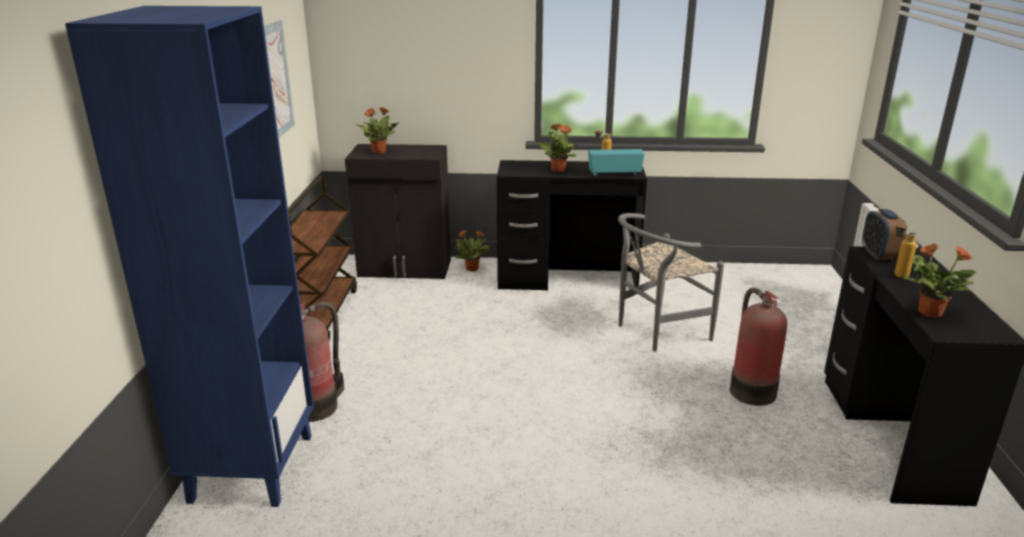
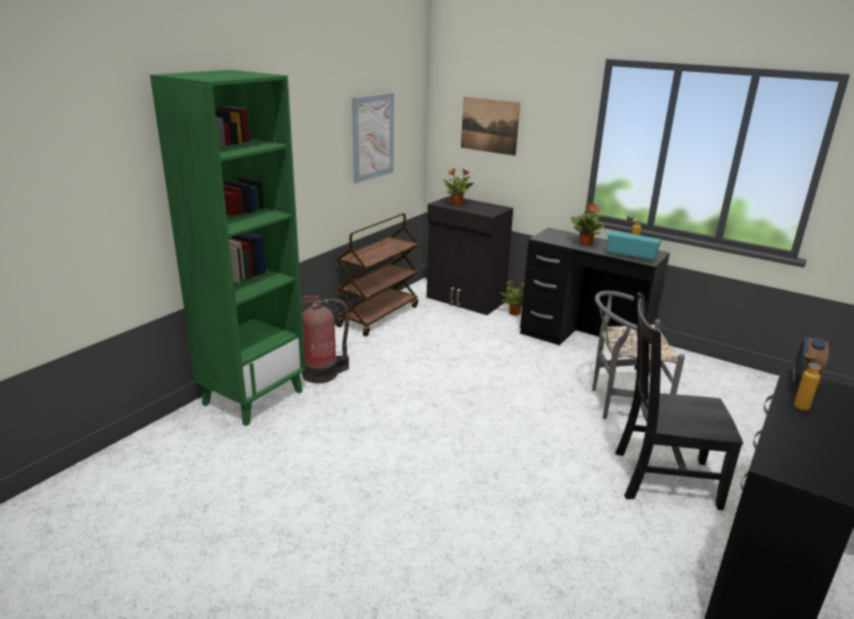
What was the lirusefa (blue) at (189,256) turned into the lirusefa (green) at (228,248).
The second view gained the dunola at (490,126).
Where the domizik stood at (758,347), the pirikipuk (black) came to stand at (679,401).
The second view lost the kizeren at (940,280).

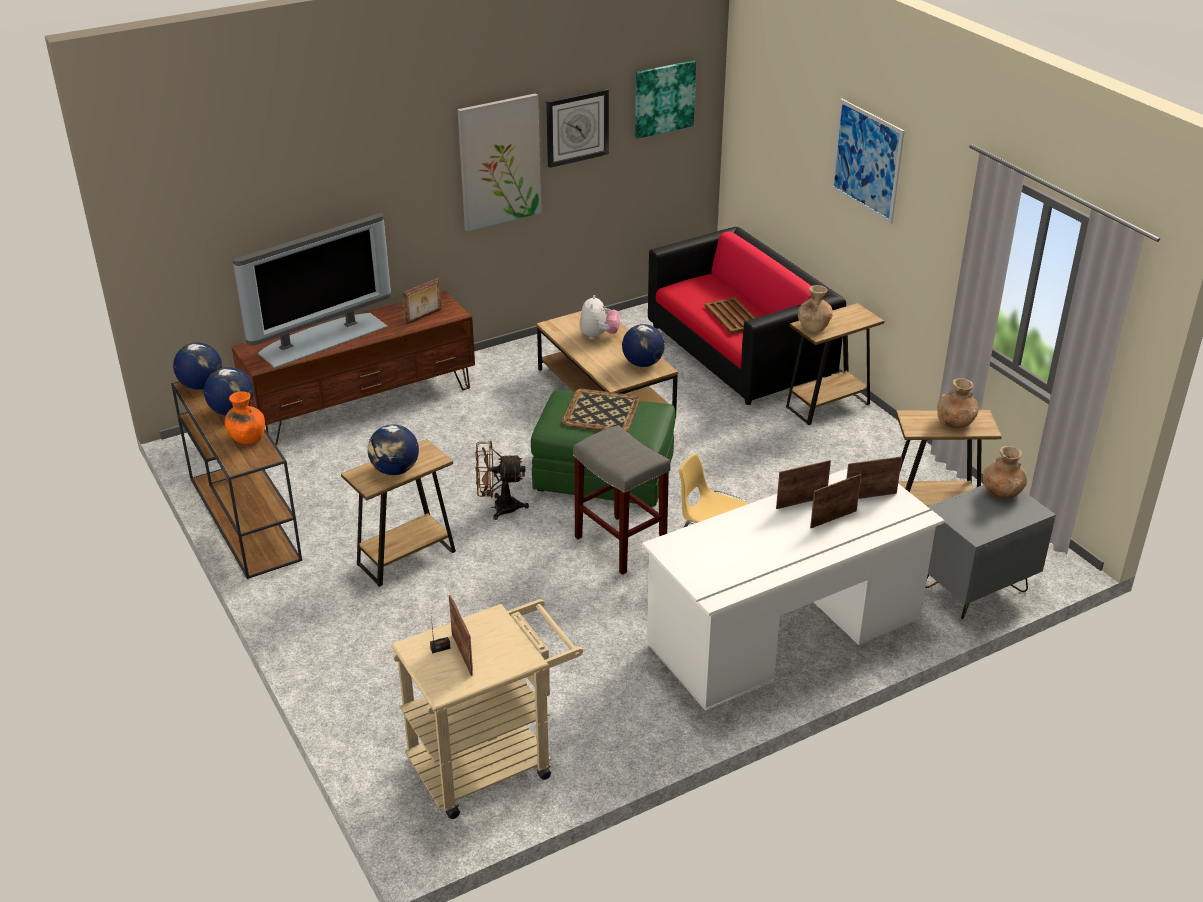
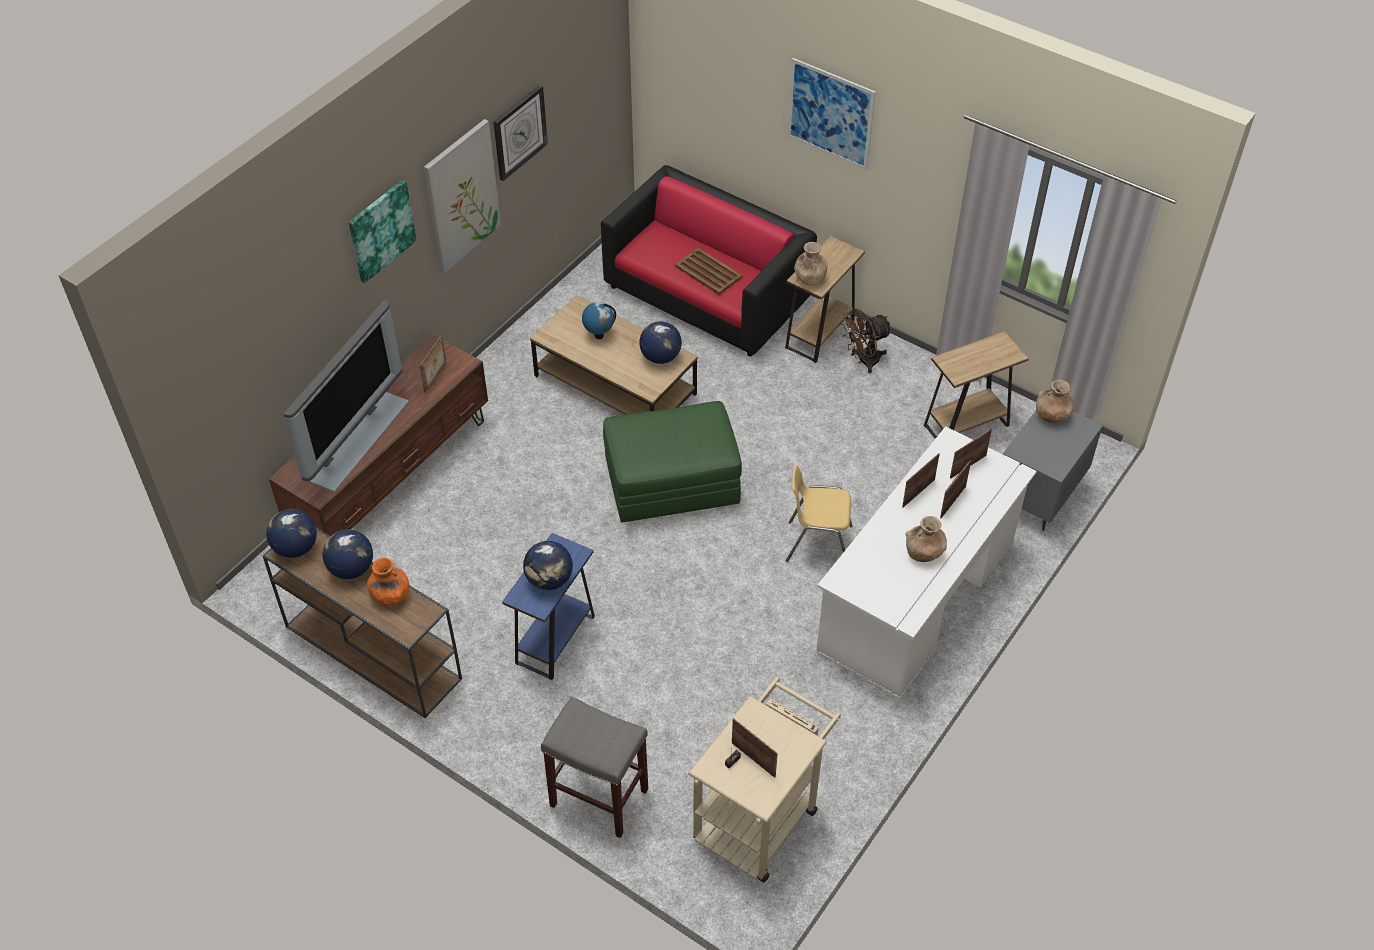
The dunola ended up elsewhere, having gone from (665,99) to (383,231).
What was the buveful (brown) at (398,513) turned into the buveful (blue) at (548,606).
The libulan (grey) ended up elsewhere, having gone from (622,500) to (594,767).
Where the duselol stood at (599,317), the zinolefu came to stand at (599,320).
The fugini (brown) ended up elsewhere, having gone from (502,480) to (866,341).
The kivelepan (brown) ended up elsewhere, having gone from (958,403) to (926,539).
The second view lost the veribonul at (600,410).

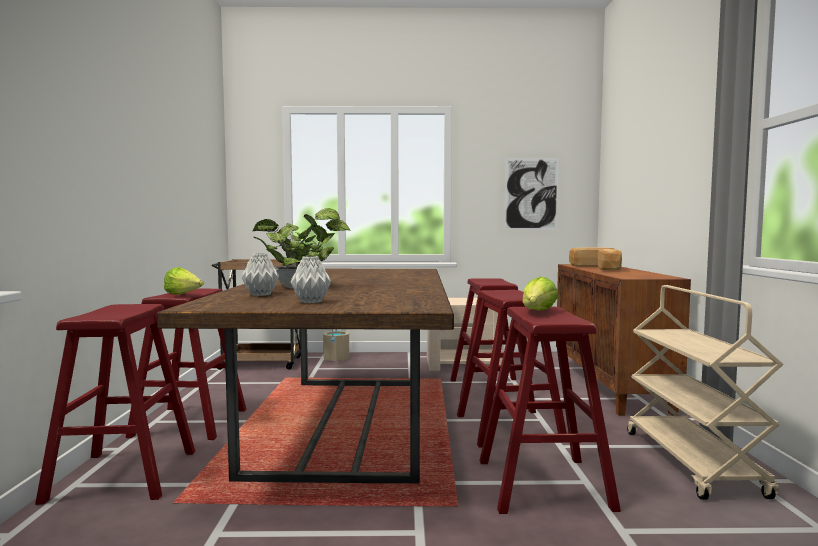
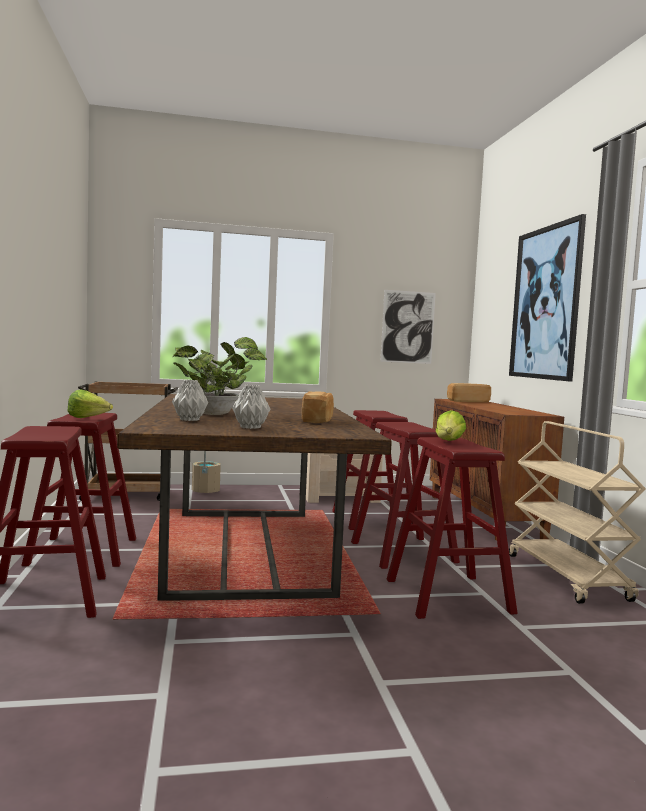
The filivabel ended up elsewhere, having gone from (610,260) to (318,407).
The second view gained the dunola at (547,298).

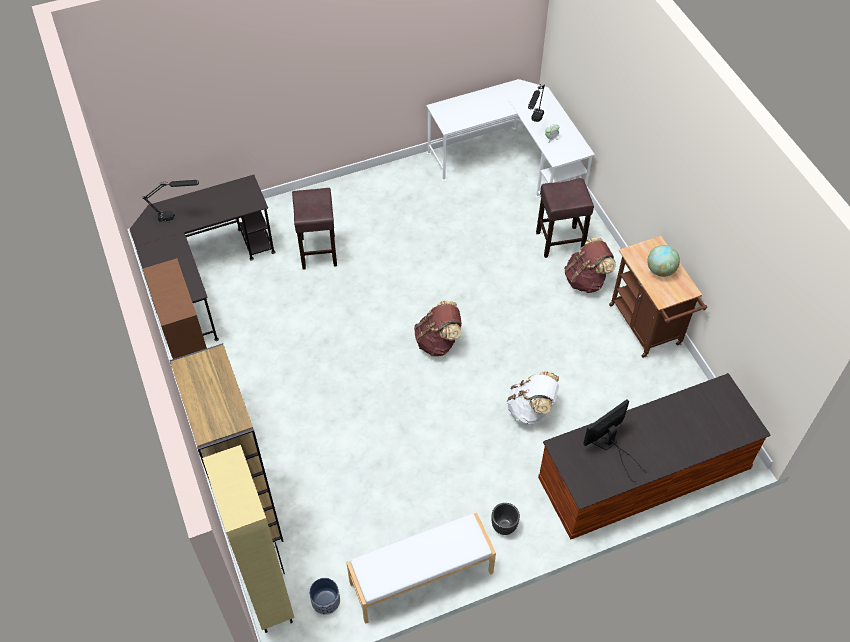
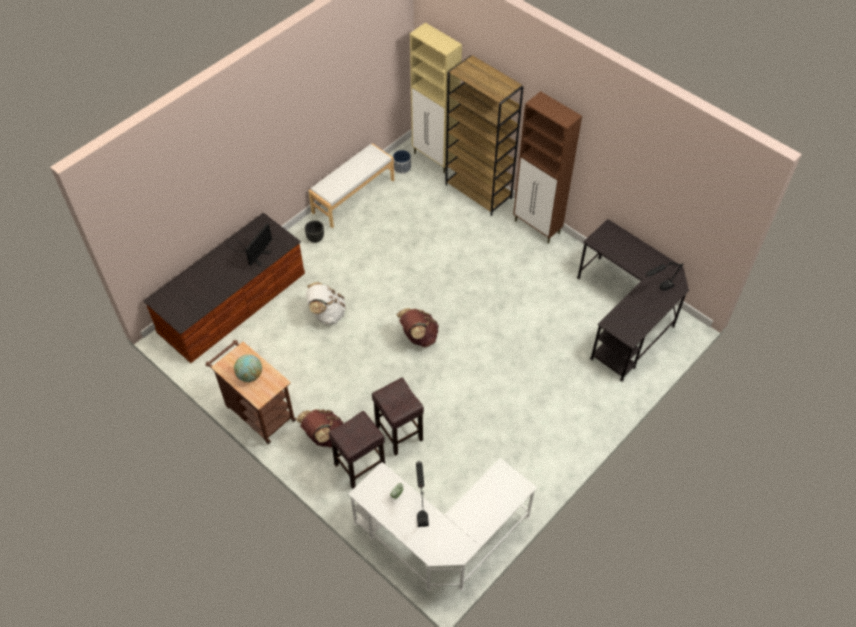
The libulan (brown) ended up elsewhere, having gone from (314,229) to (398,417).

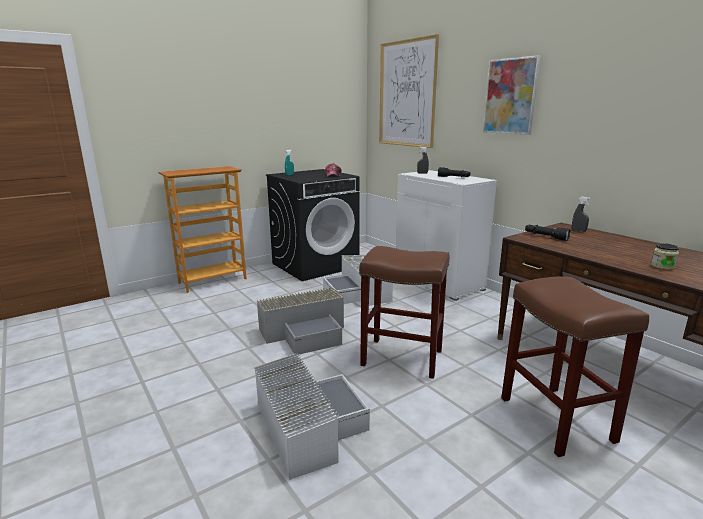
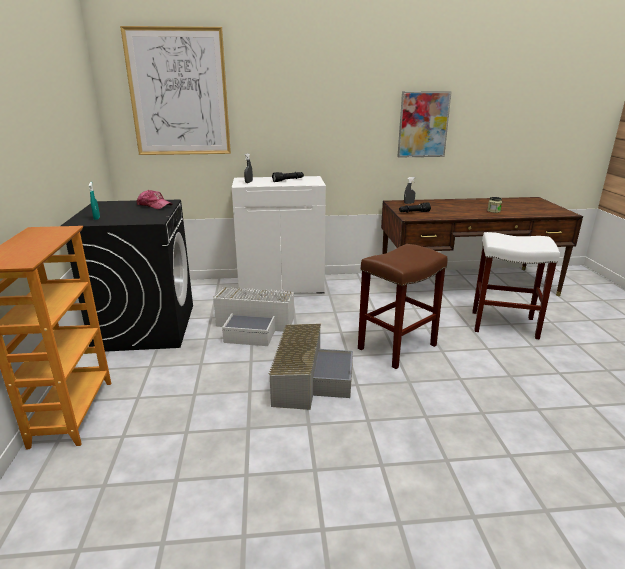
The dunola ended up elsewhere, having gone from (511,95) to (424,124).
What was the libulan (brown) at (575,366) turned into the libulan (white) at (516,285).
The second view lost the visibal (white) at (312,416).

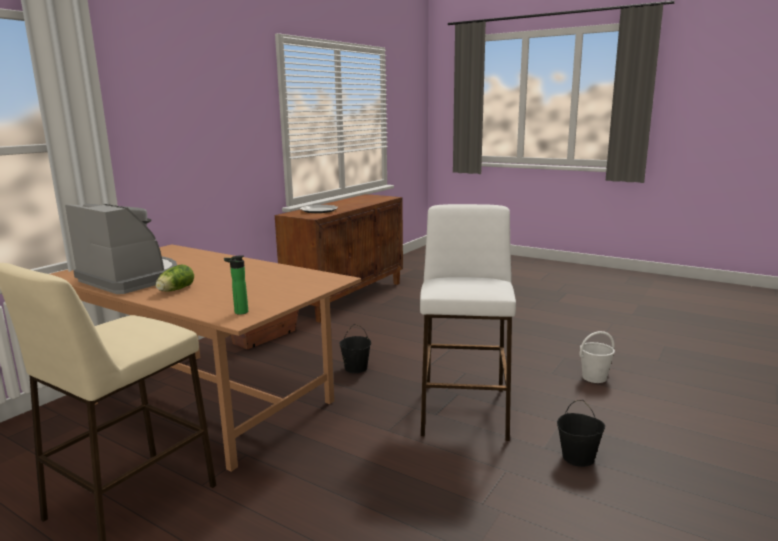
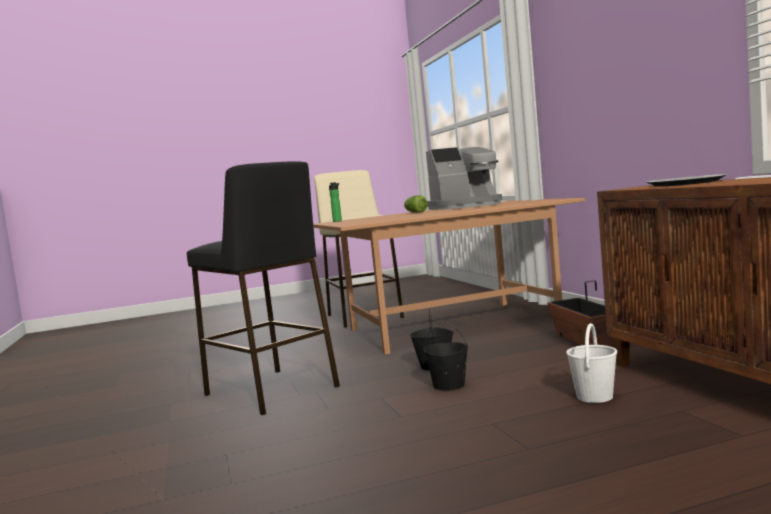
What was the libulan (white) at (468,322) turned into the libulan (black) at (263,288).
The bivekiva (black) ended up elsewhere, having gone from (581,433) to (445,356).
The bivekiva (white) ended up elsewhere, having gone from (597,357) to (591,363).

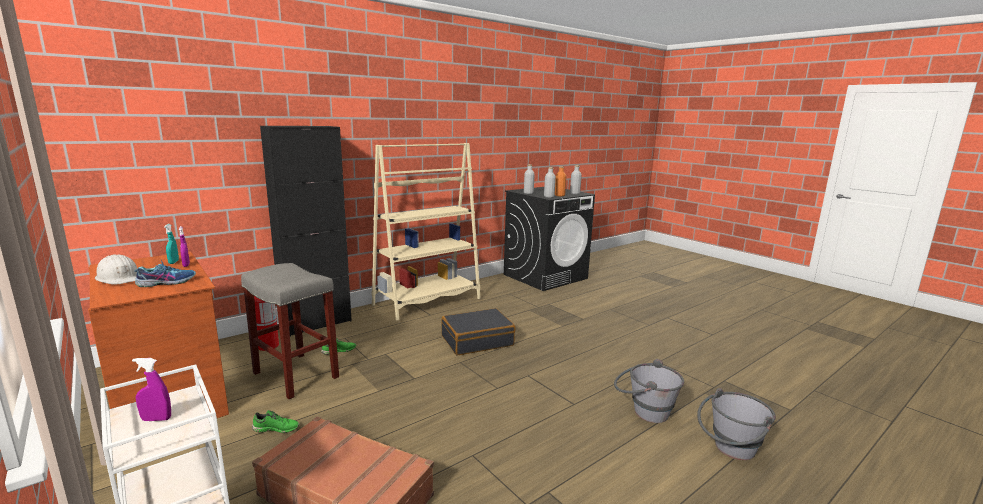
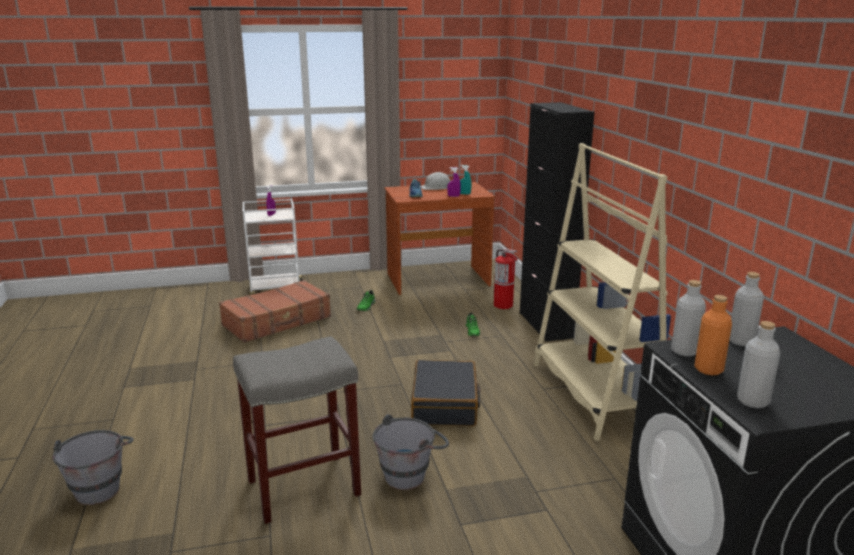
The libulan (grey) ended up elsewhere, having gone from (290,331) to (297,430).
The bivekiva (grey) ended up elsewhere, having gone from (649,391) to (410,452).

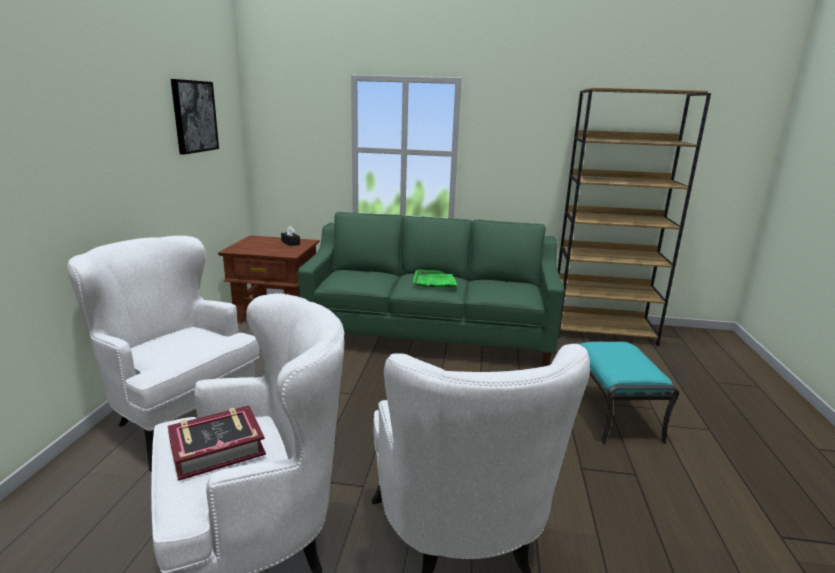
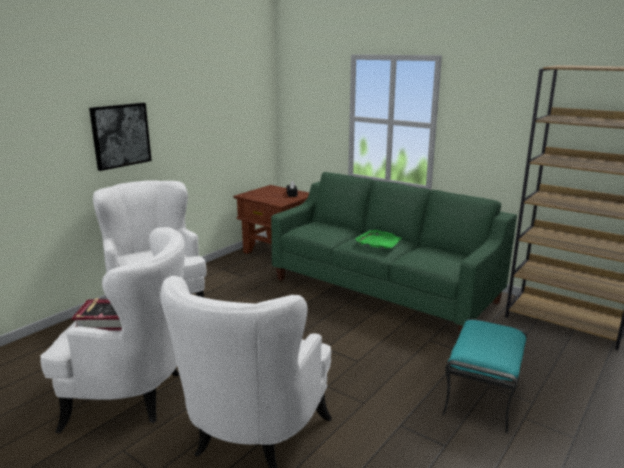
The dunola ended up elsewhere, having gone from (195,117) to (120,137).

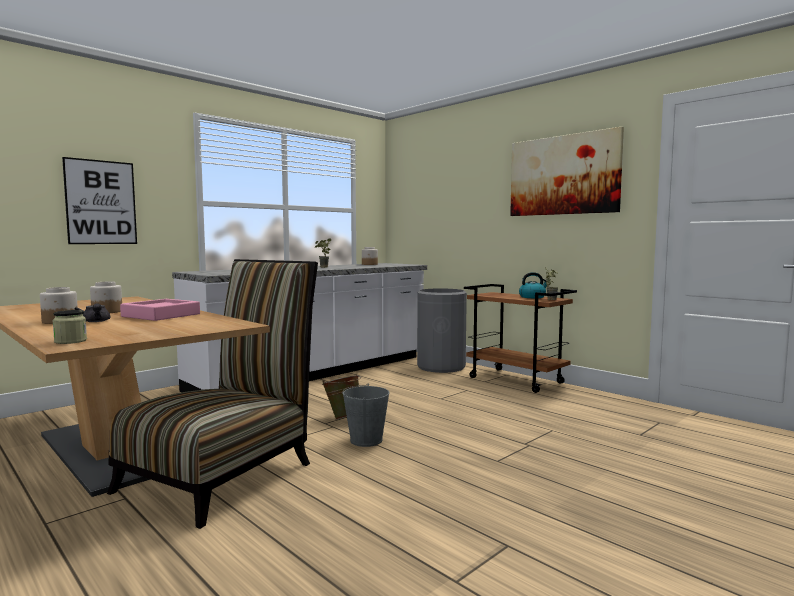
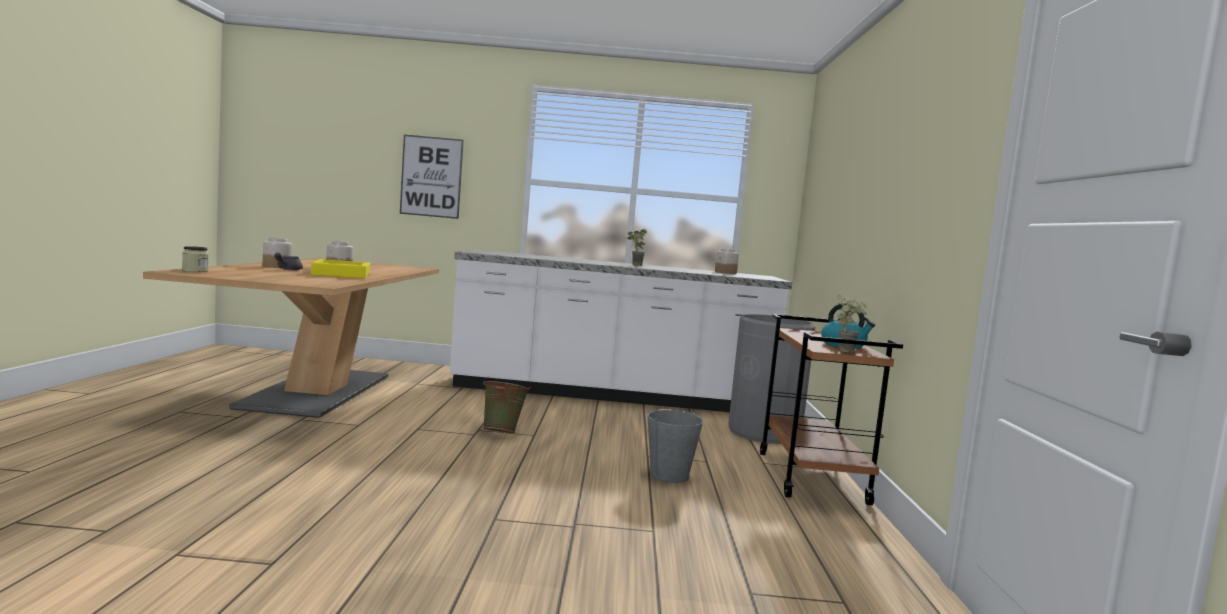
What was the veribonul (pink) at (160,310) turned into the veribonul (yellow) at (340,269).
The bivekiva (grey) ended up elsewhere, having gone from (365,415) to (675,446).
The second view lost the pirikipuk at (212,394).
The second view lost the dunola at (567,171).

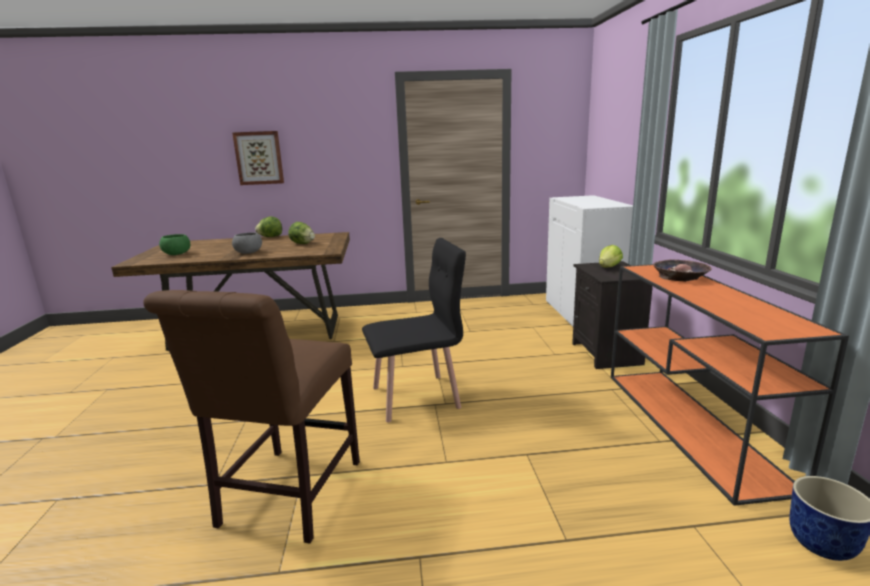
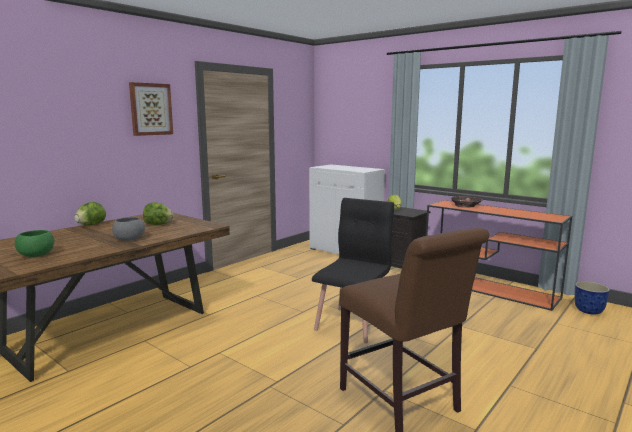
The dunola ended up elsewhere, having gone from (258,158) to (151,109).

